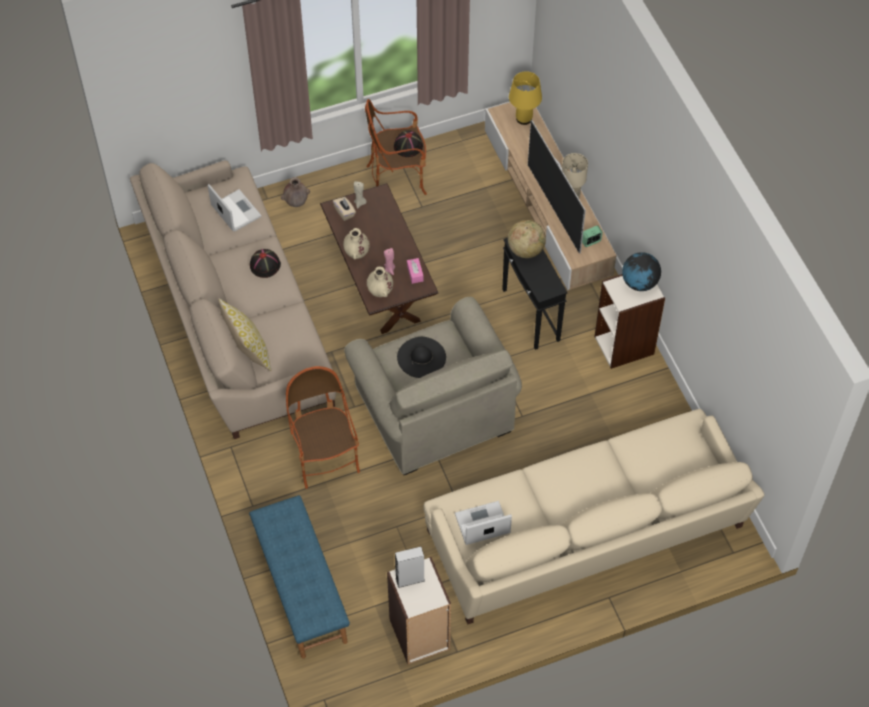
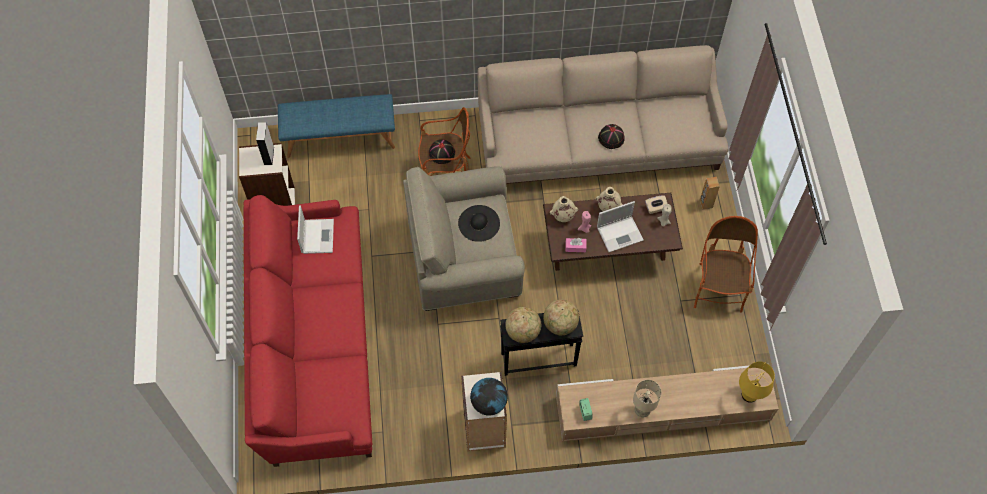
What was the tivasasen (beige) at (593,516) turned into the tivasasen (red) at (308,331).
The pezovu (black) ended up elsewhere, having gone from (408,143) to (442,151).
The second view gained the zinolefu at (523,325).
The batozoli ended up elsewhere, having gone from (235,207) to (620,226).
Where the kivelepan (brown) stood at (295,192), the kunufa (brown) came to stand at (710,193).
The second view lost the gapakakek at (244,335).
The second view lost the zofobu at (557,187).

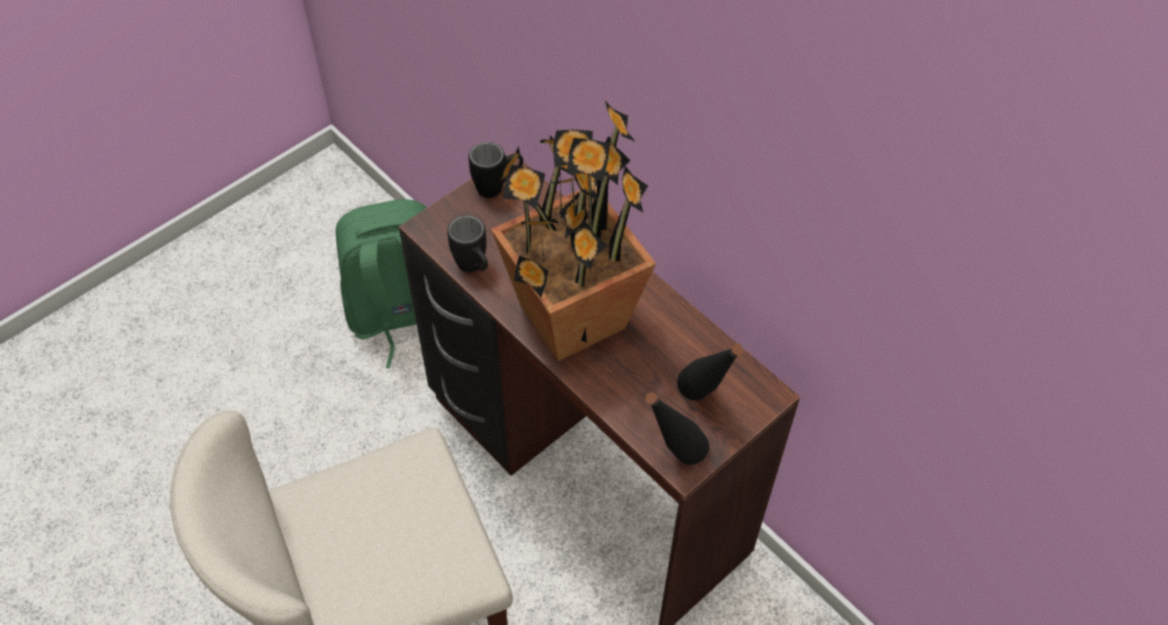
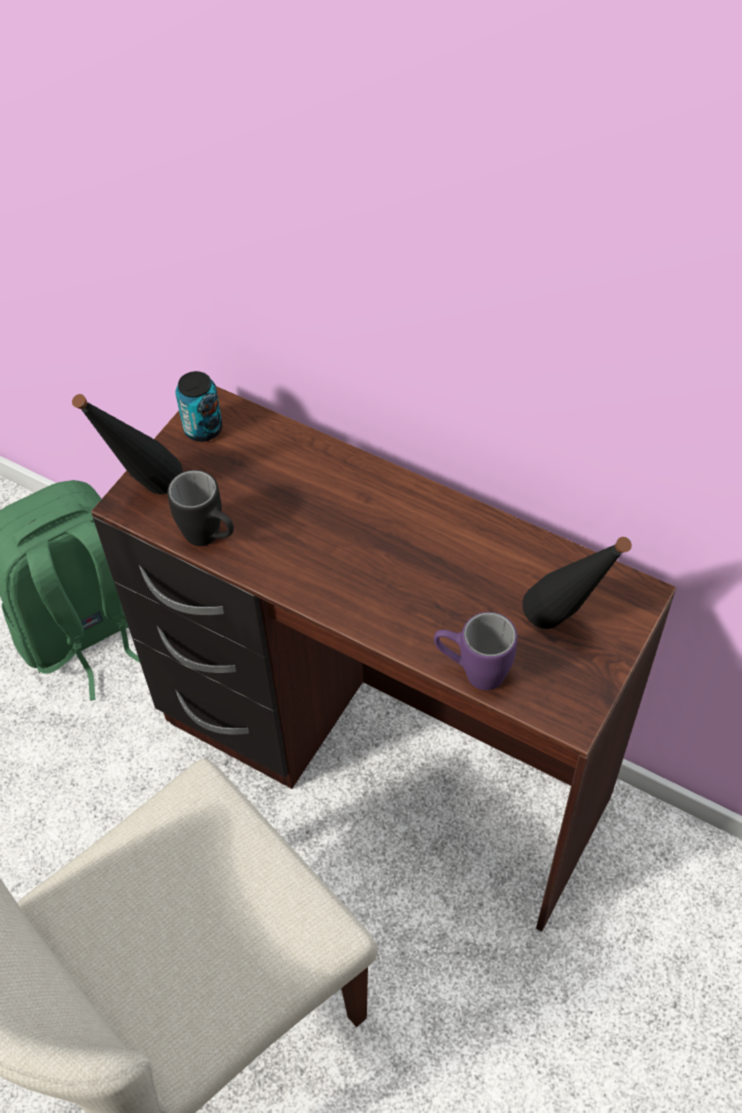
The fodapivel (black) ended up elsewhere, having gone from (677,428) to (127,444).
Where the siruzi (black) stood at (496,170), the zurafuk came to stand at (199,406).
The second view gained the siruzi (purple) at (475,651).
The second view lost the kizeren at (573,231).

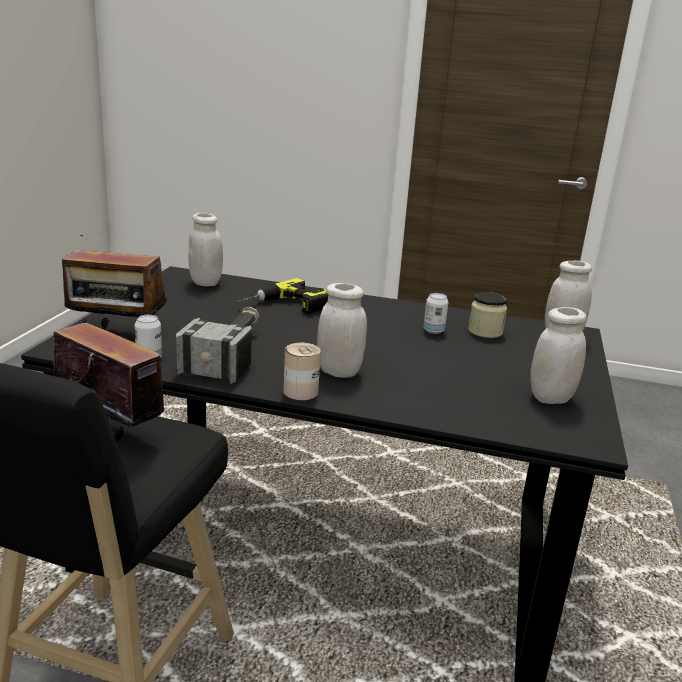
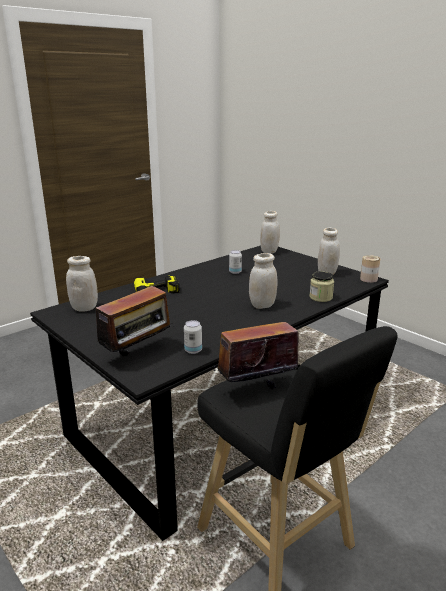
The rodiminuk ended up elsewhere, having gone from (487,315) to (322,286).
The zurafuk ended up elsewhere, having gone from (302,371) to (370,269).
The second view lost the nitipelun at (217,345).

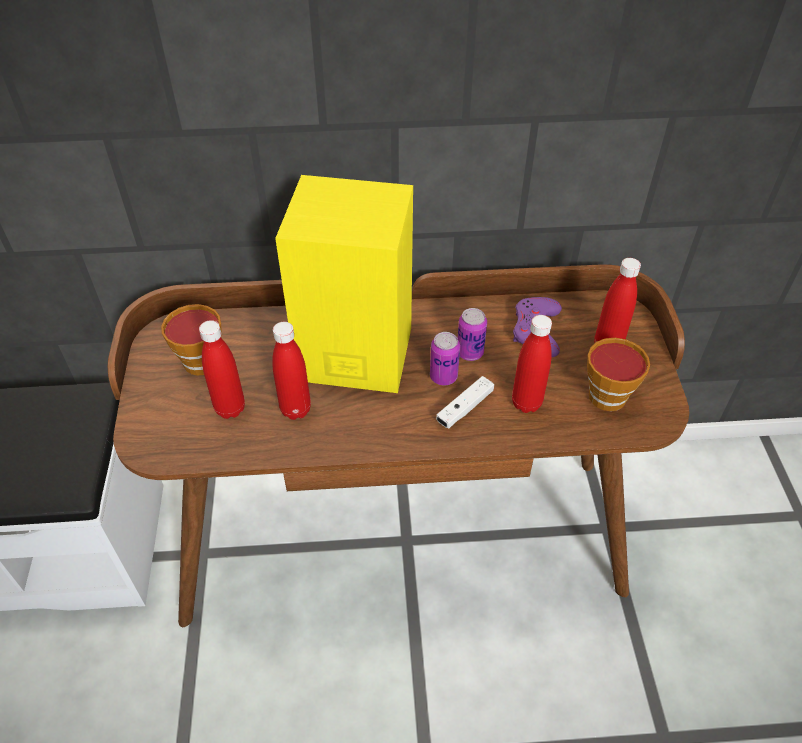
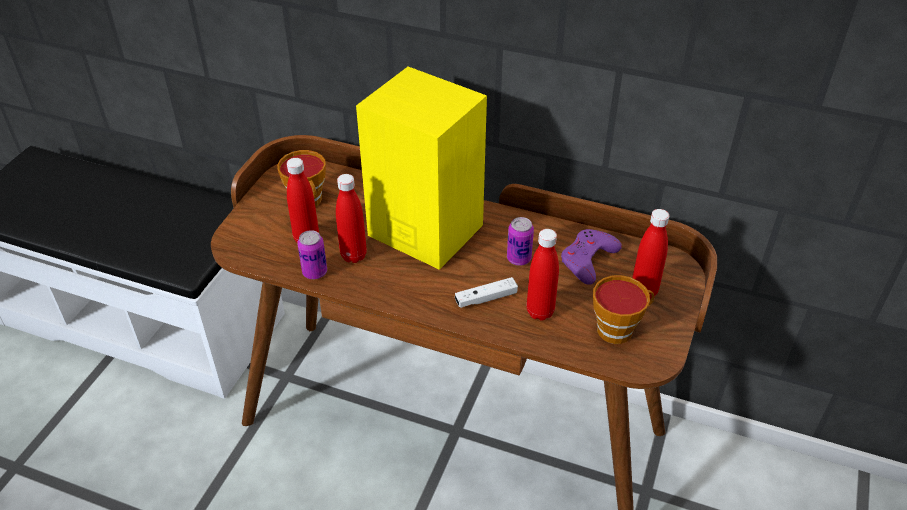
The zurafuk ended up elsewhere, having gone from (445,359) to (312,254).

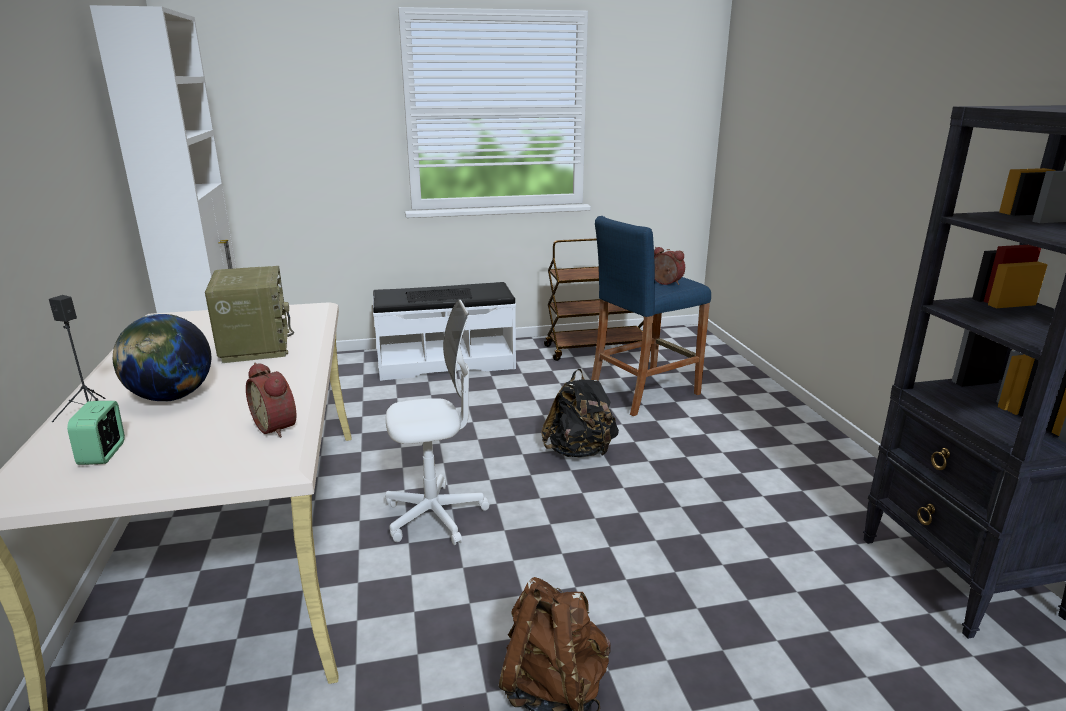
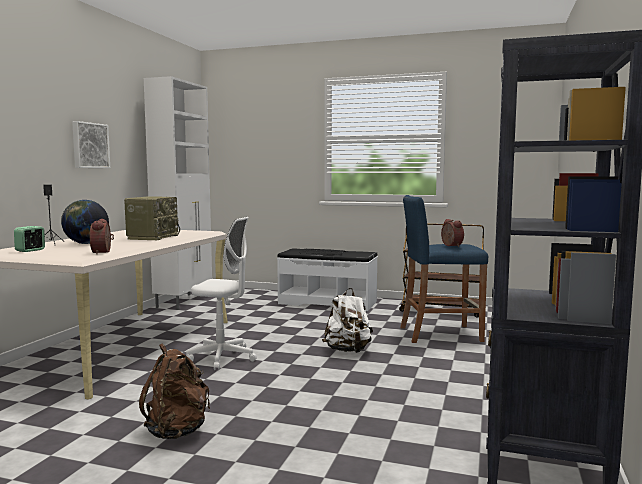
The second view gained the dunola at (91,144).
What was the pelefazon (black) at (580,413) turned into the pelefazon (white) at (347,320).

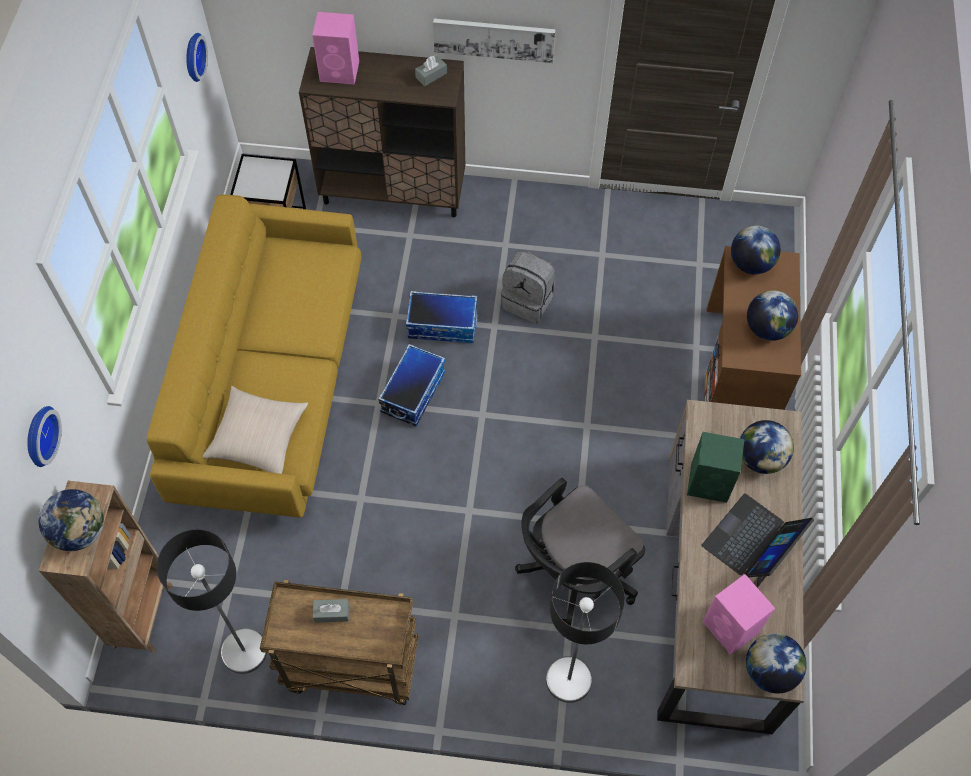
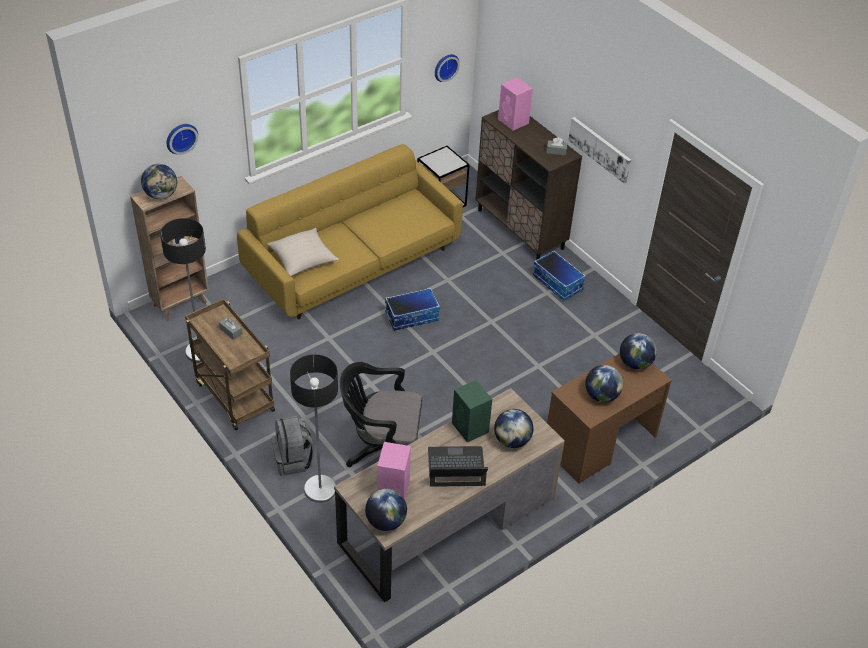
The pelefazon (grey) ended up elsewhere, having gone from (528,287) to (293,446).
The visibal ended up elsewhere, having gone from (442,317) to (559,275).

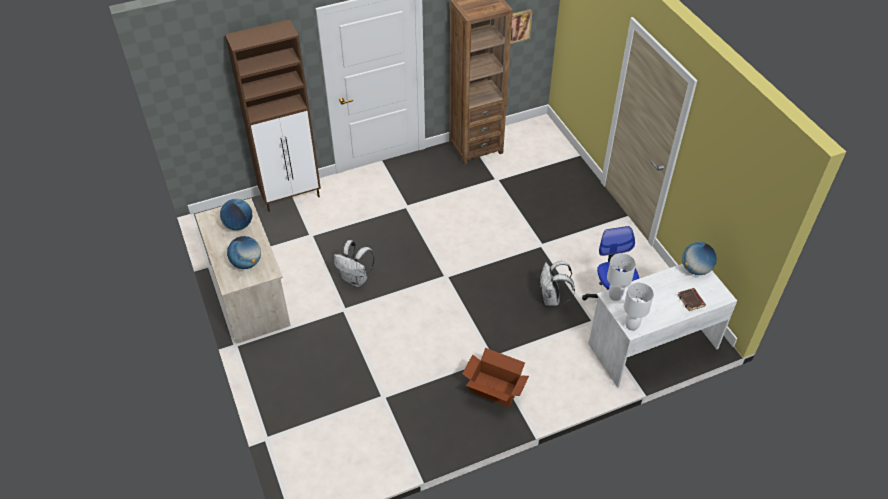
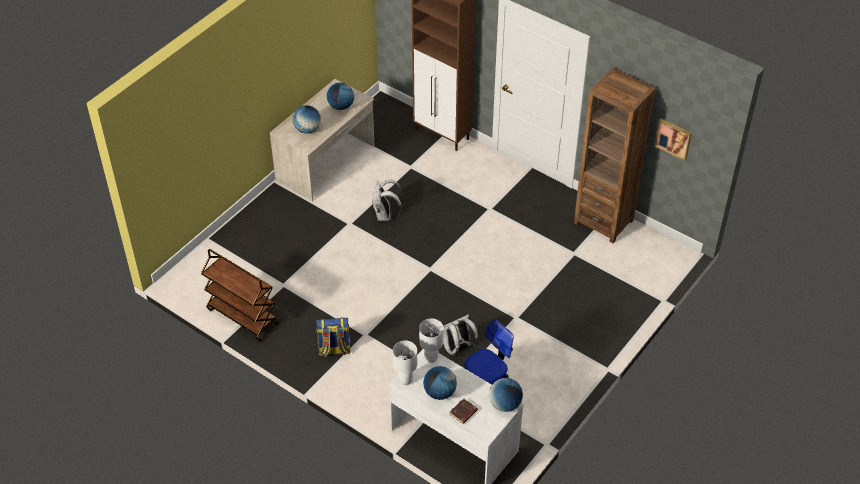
The second view gained the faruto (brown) at (240,295).
Where the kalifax stood at (495,377), the pelefazon came to stand at (333,337).
The second view gained the zinolefu at (440,383).

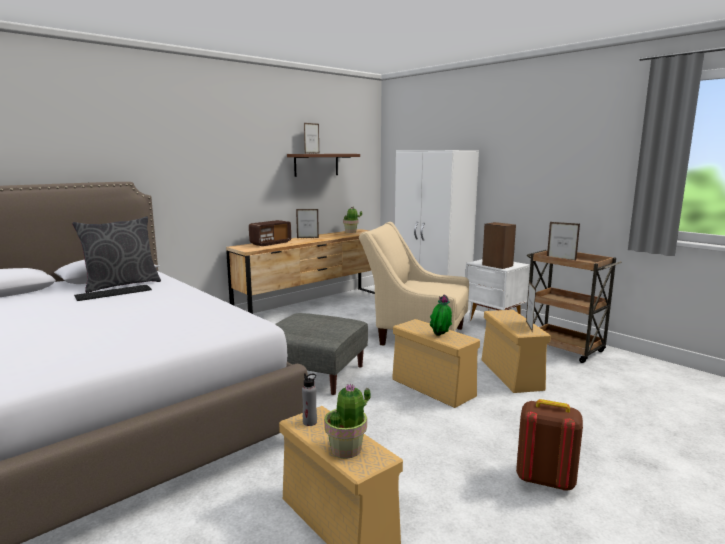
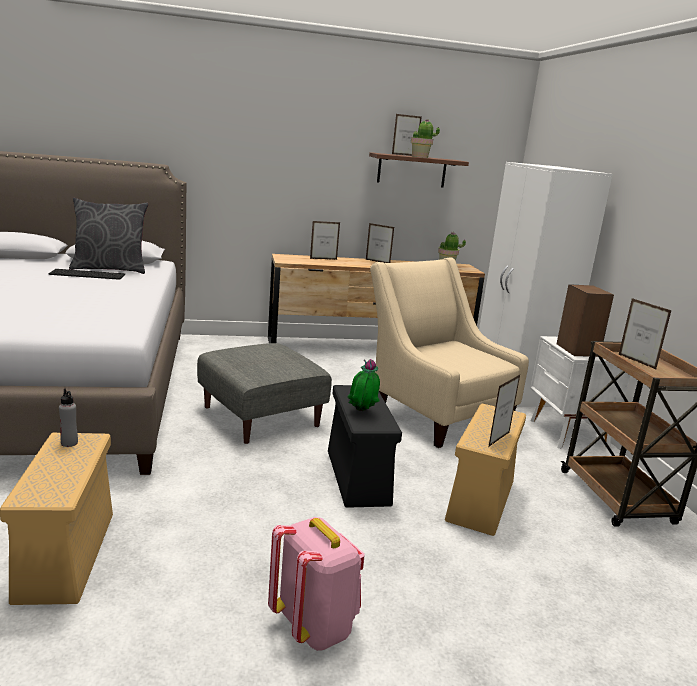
What was the pelefazon (brown) at (549,445) turned into the pelefazon (pink) at (316,584).
Where the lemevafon stood at (270,233), the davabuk came to stand at (325,240).
What was the visibal (beige) at (436,363) turned into the visibal (black) at (365,446).
The kizeren ended up elsewhere, having gone from (347,421) to (425,138).

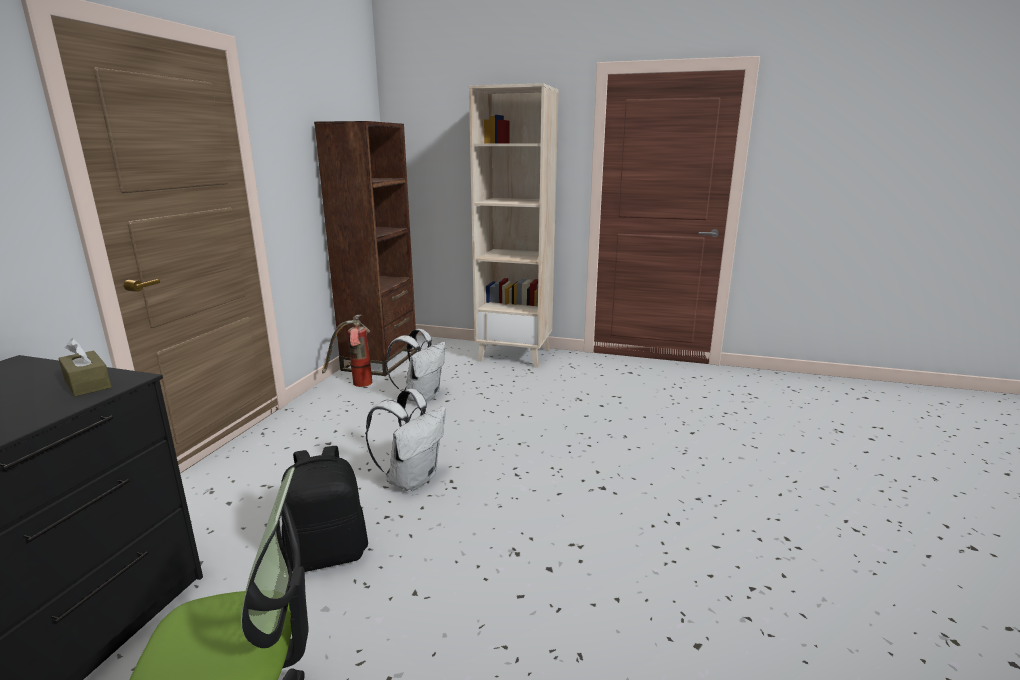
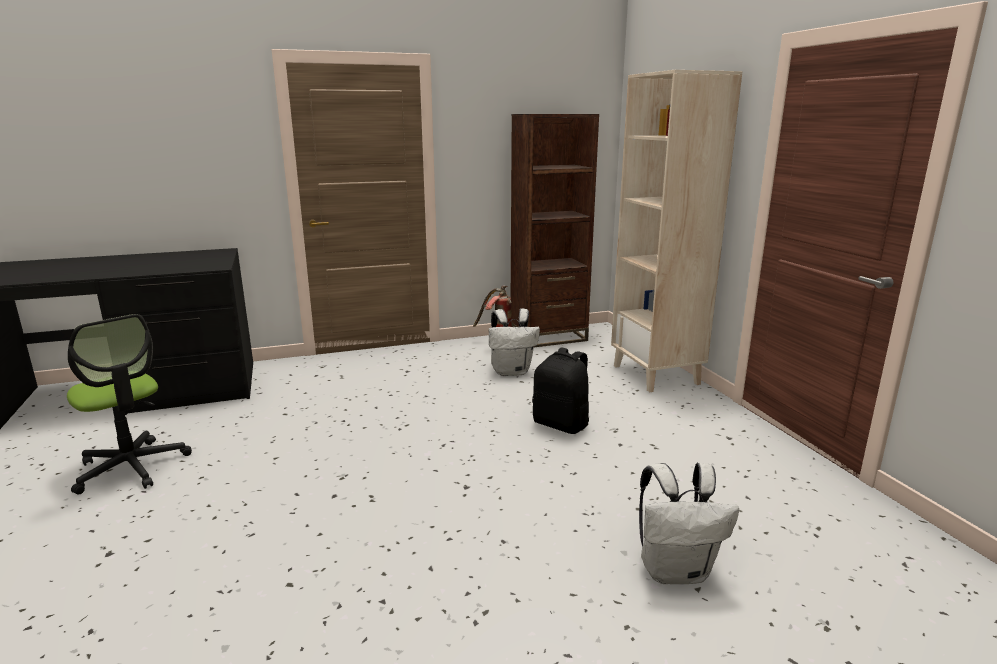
The pelefazon (black) ended up elsewhere, having gone from (324,509) to (560,390).
The pelefazon (white) ended up elsewhere, having gone from (405,440) to (689,523).
The second view lost the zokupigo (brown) at (85,368).

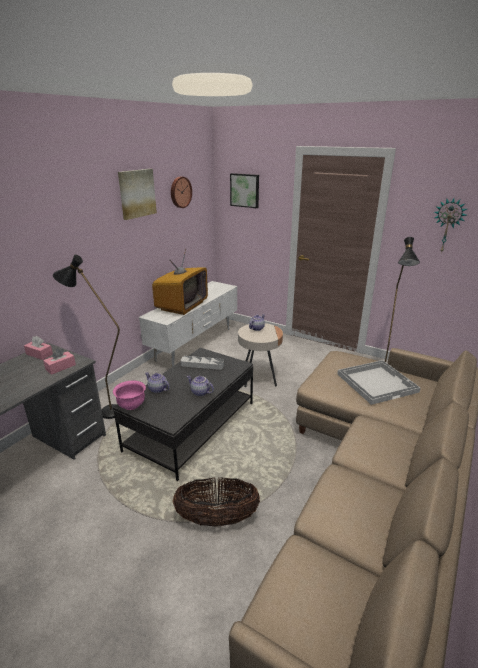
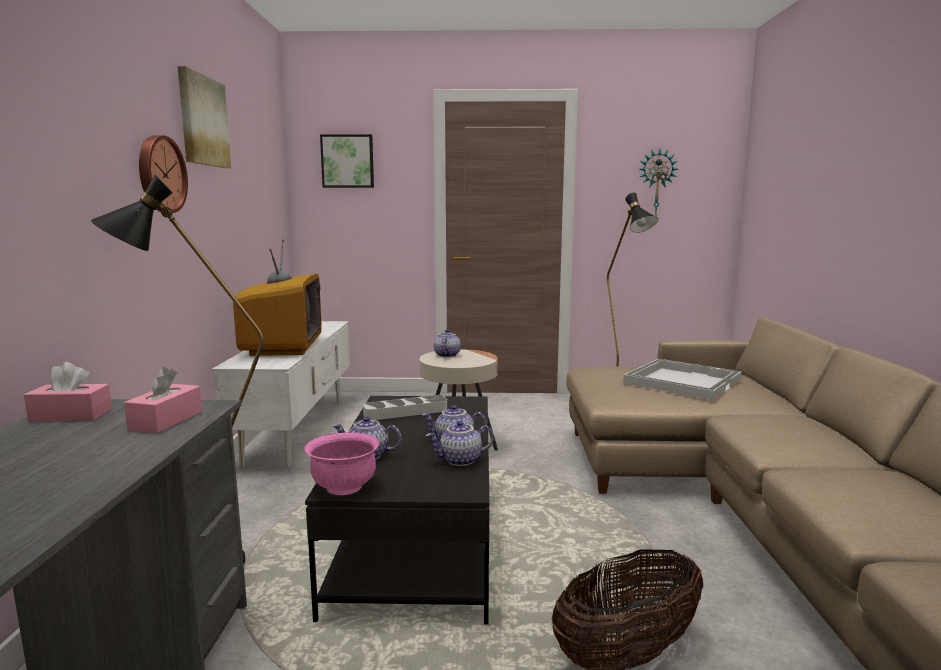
The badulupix ended up elsewhere, having gone from (181,192) to (163,174).
The second view gained the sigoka at (460,443).

